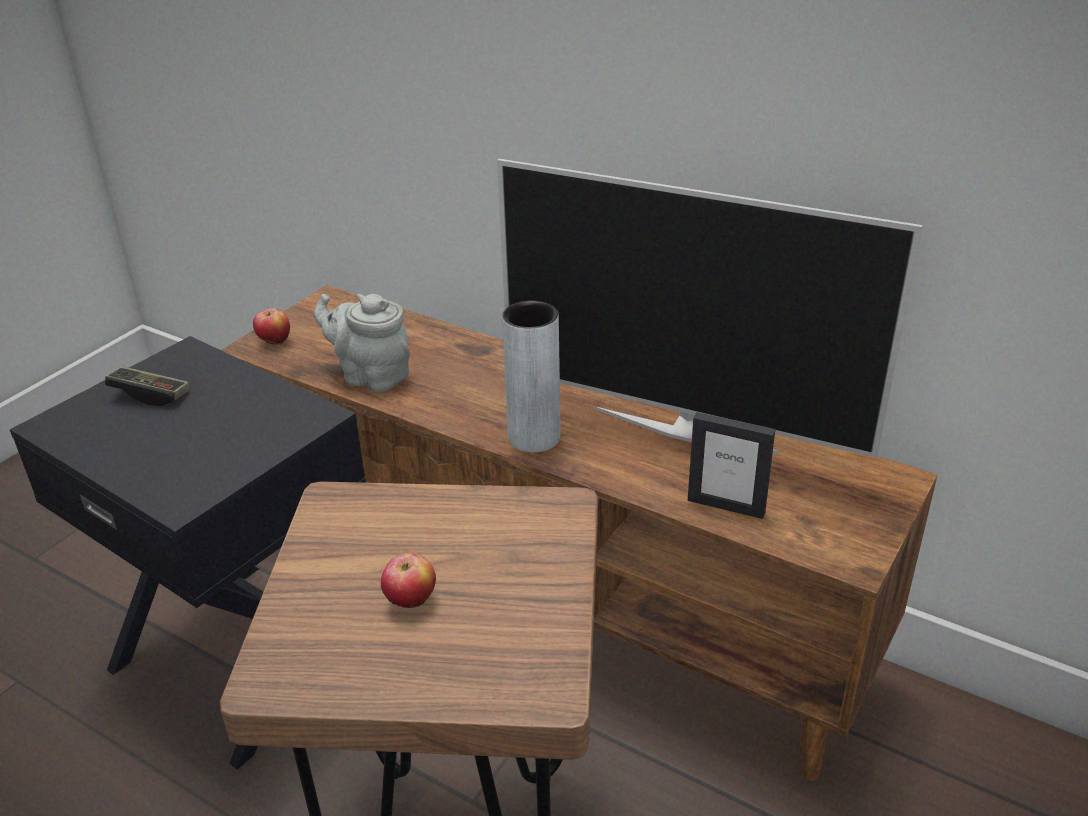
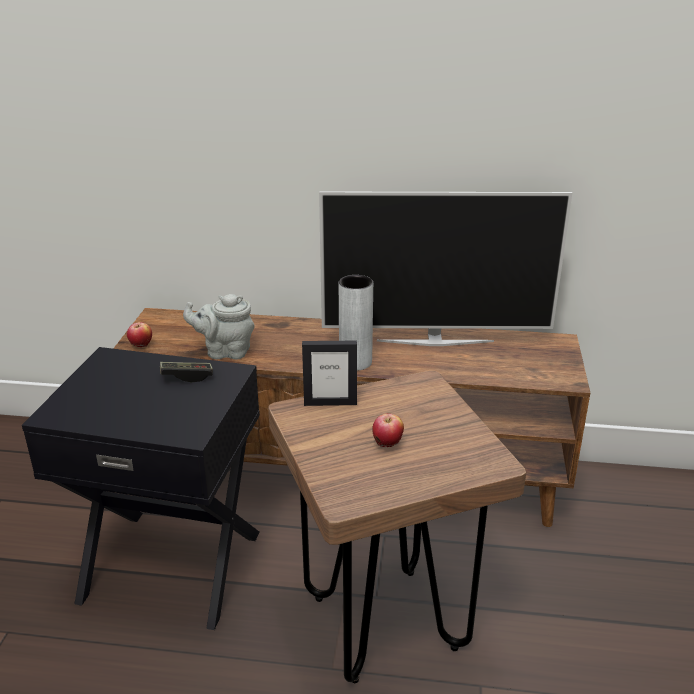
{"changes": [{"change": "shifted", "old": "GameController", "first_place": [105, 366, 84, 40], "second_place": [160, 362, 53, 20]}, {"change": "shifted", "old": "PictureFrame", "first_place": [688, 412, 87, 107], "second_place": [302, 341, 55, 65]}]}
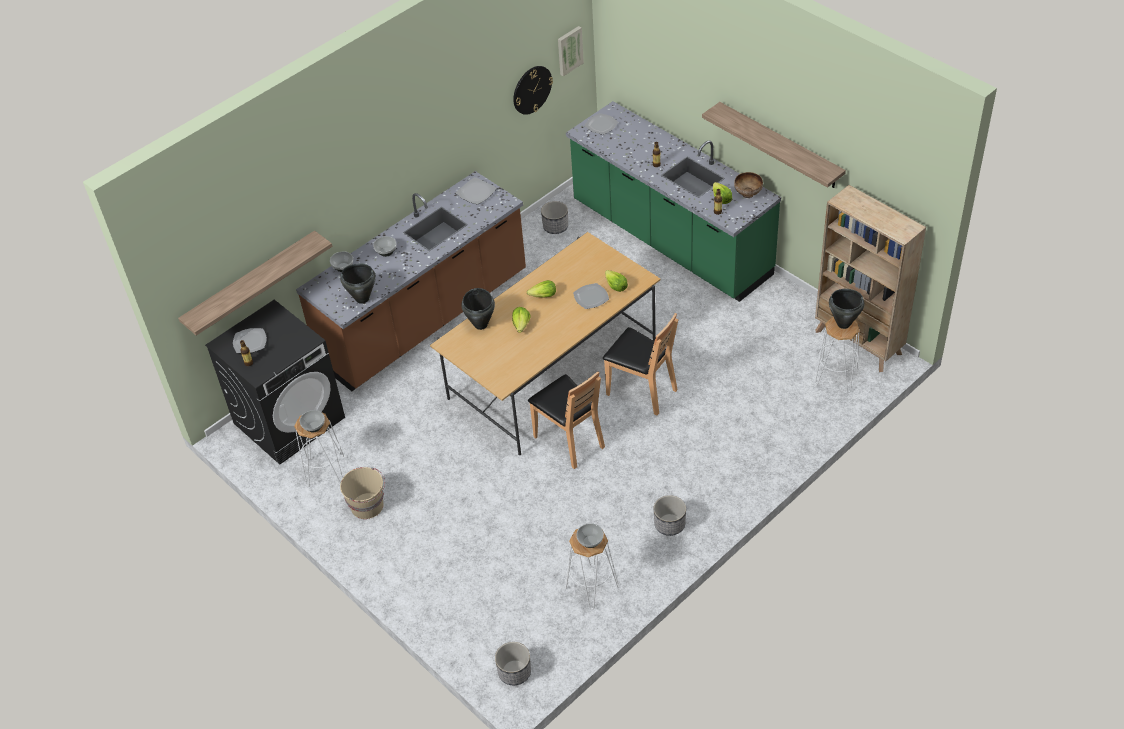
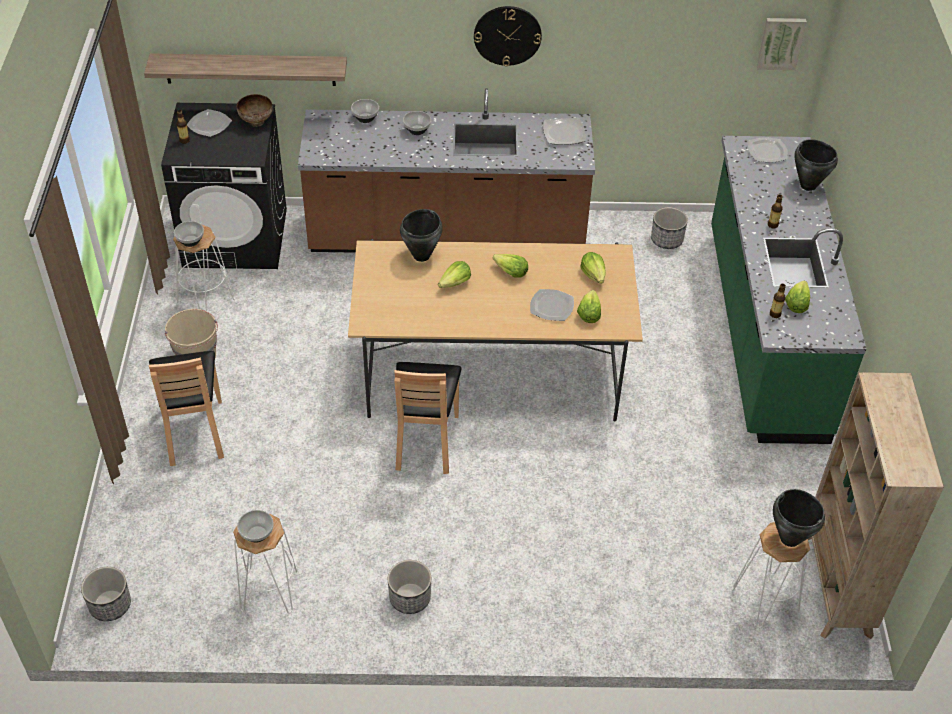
{"changes": [{"change": "gone", "old": "Shelf", "first_place": [702, 102, 144, 86]}, {"change": "new", "new": "Lettuce", "second_place": [580, 252, 26, 32]}, {"change": "shifted", "old": "BlackCookingPot", "first_place": [340, 264, 36, 40], "second_place": [794, 139, 44, 52]}, {"change": "shifted", "old": "WallClock", "first_place": [513, 66, 40, 49], "second_place": [474, 6, 68, 61]}, {"change": "shifted", "old": "BrownChair", "first_place": [603, 313, 75, 102], "second_place": [149, 351, 75, 115]}, {"change": "shifted", "old": "Bowl", "first_place": [734, 172, 29, 26], "second_place": [237, 94, 36, 33]}]}
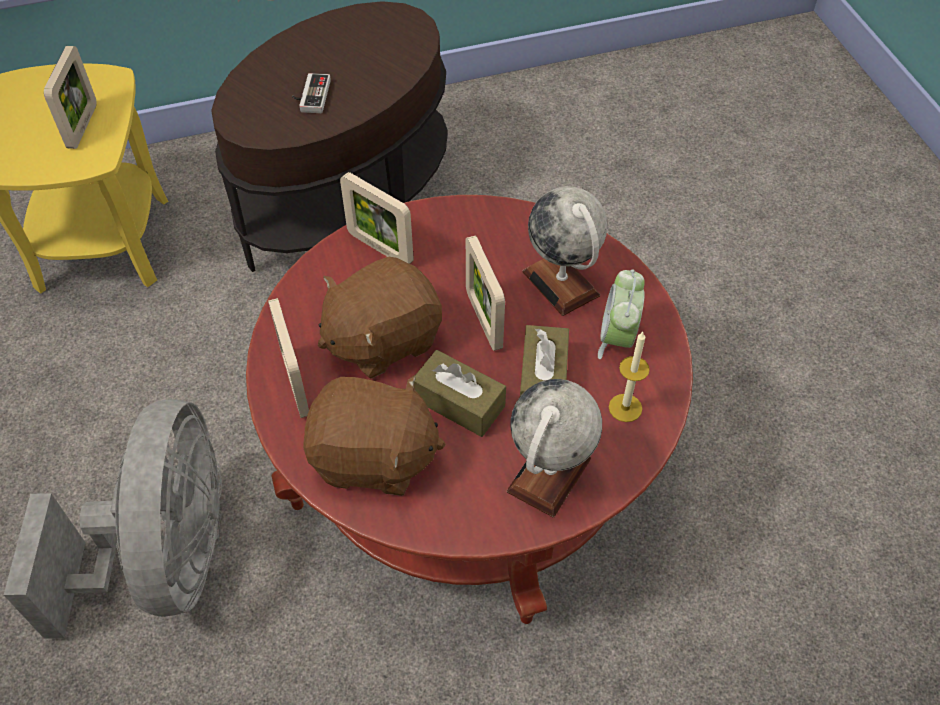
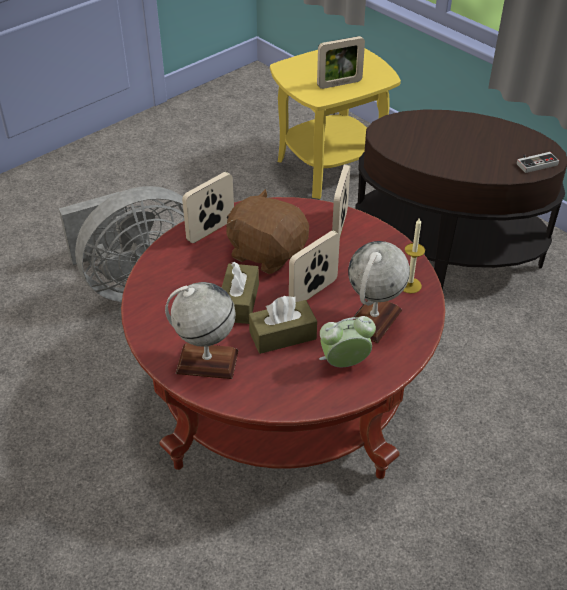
{"changes": [{"change": "gone", "old": "BrownPlushToy", "first_place": [303, 375, 143, 121]}, {"change": "shifted", "old": "GameController", "first_place": [292, 73, 39, 40], "second_place": [517, 152, 42, 21]}, {"change": "shifted", "old": "Candle", "first_place": [609, 332, 41, 90], "second_place": [403, 217, 22, 76]}]}
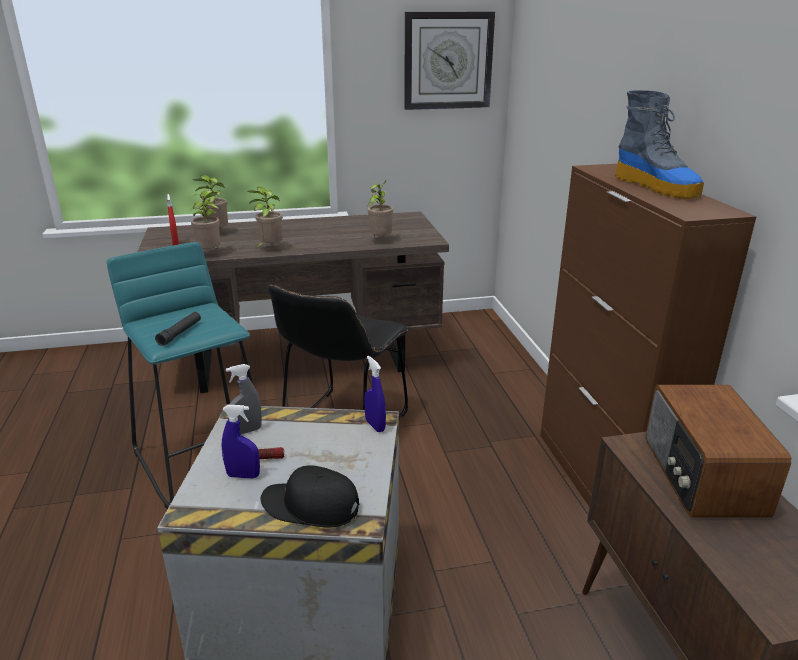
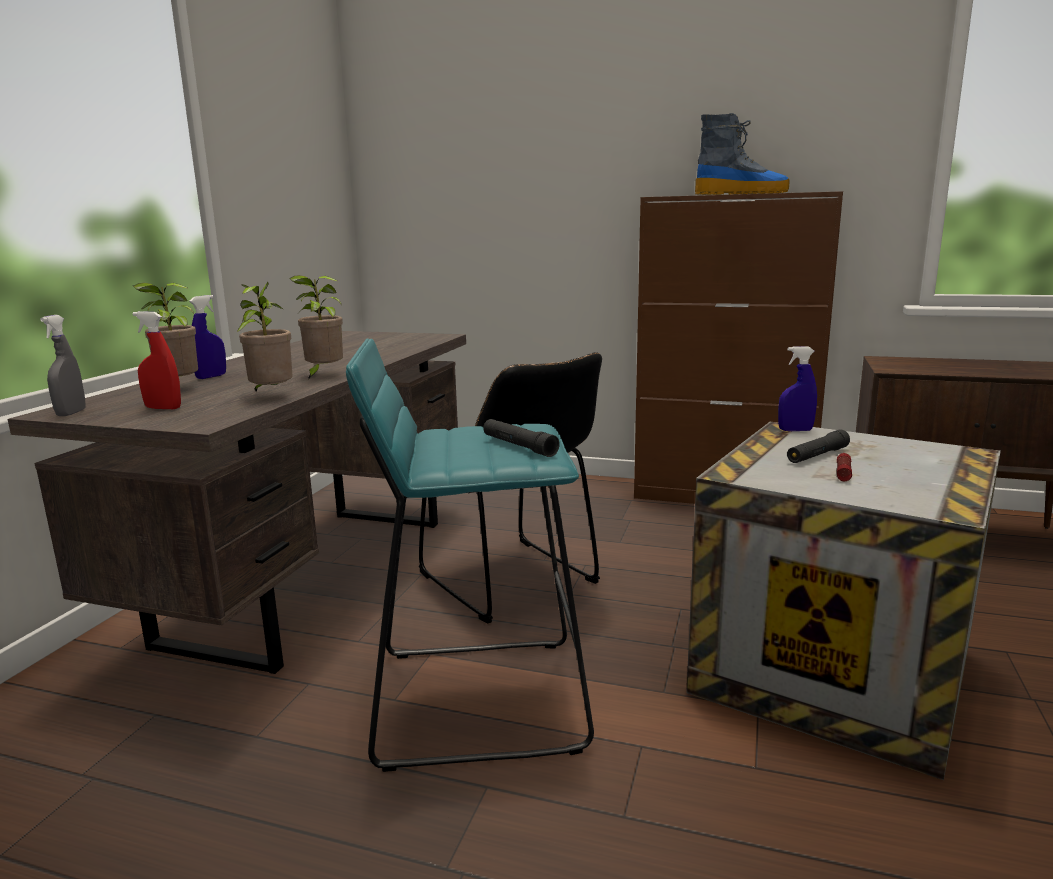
{"changes": [{"change": "gone", "old": "BlackCap", "first_place": [261, 465, 98, 63]}, {"change": "gone", "old": "PottedPlant", "first_place": [367, 181, 26, 55]}, {"change": "gone", "old": "WallClock", "first_place": [404, 12, 91, 98]}, {"change": "gone", "old": "Radio", "first_place": [646, 385, 145, 133]}, {"change": "new", "new": "BlackFlashlight", "second_place": [787, 430, 63, 33]}, {"change": "shifted", "old": "BlueSprayBottle", "first_place": [222, 405, 38, 74], "second_place": [189, 295, 37, 84]}, {"change": "shifted", "old": "GreySprayBottle", "first_place": [226, 364, 36, 70], "second_place": [40, 315, 46, 101]}]}
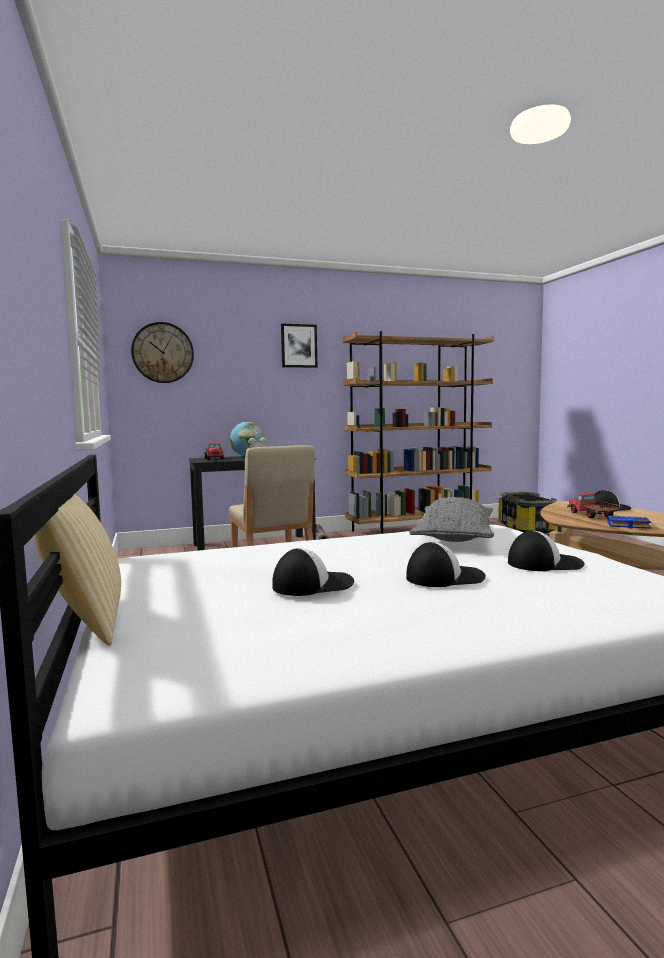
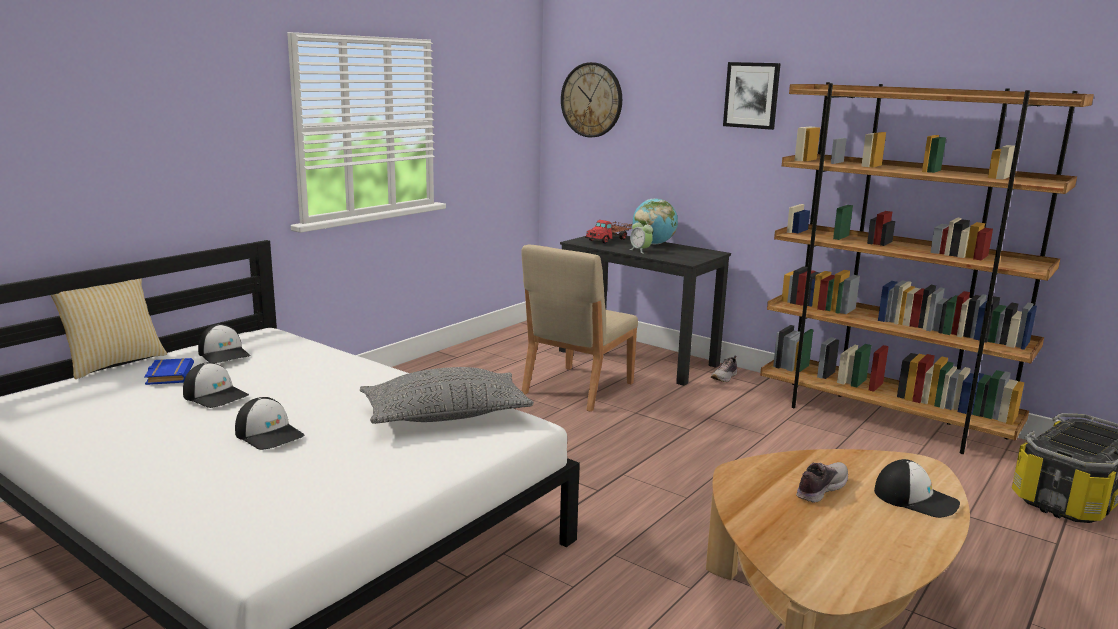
{"changes": [{"change": "shifted", "old": "Cap", "first_place": [508, 530, 77, 41], "second_place": [198, 324, 53, 39]}, {"change": "shifted", "old": "BlueBook", "first_place": [607, 516, 45, 13], "second_place": [144, 358, 50, 27]}, {"change": "swapped", "old": "ToyTruck", "new": "Shoe", "first_place": [567, 493, 52, 25], "second_place": [796, 462, 52, 41]}]}
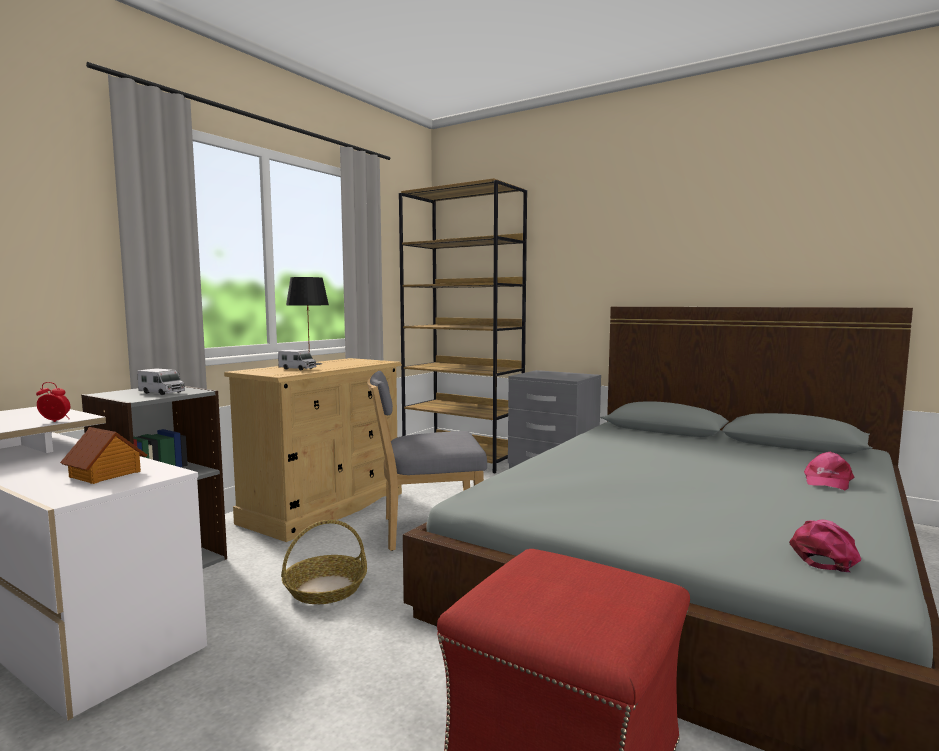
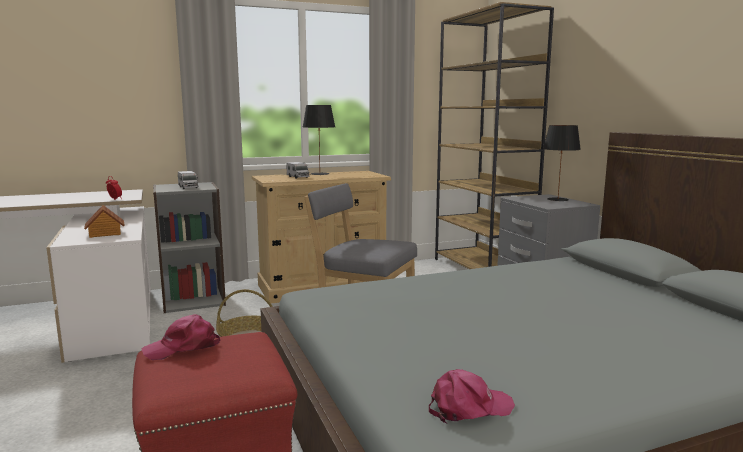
{"changes": [{"change": "new", "new": "BlackTableLamp", "second_place": [543, 125, 38, 76]}, {"change": "shifted", "old": "PinkCap", "first_place": [804, 452, 51, 38], "second_place": [141, 314, 79, 46]}]}
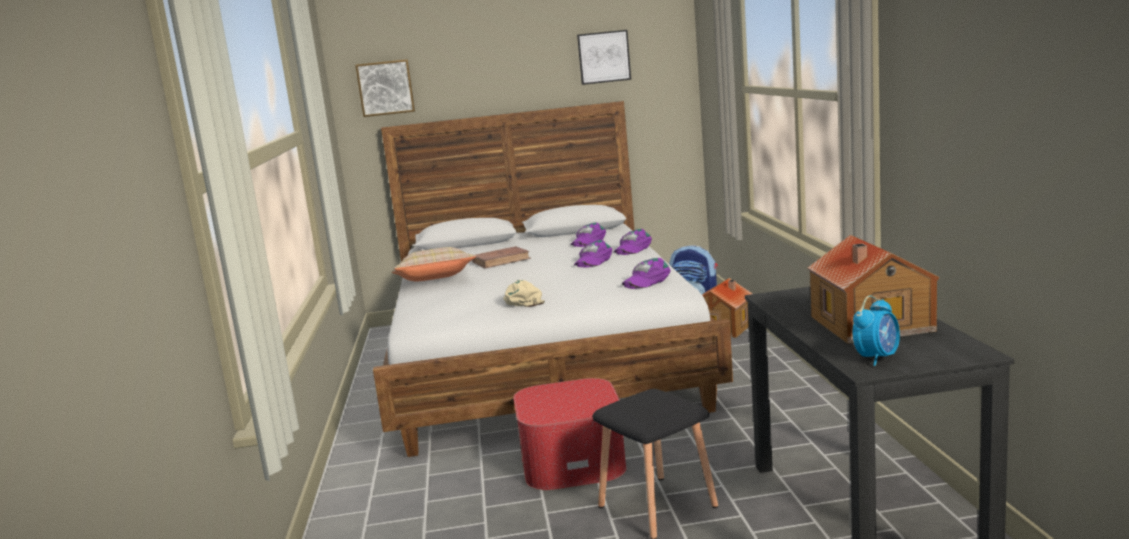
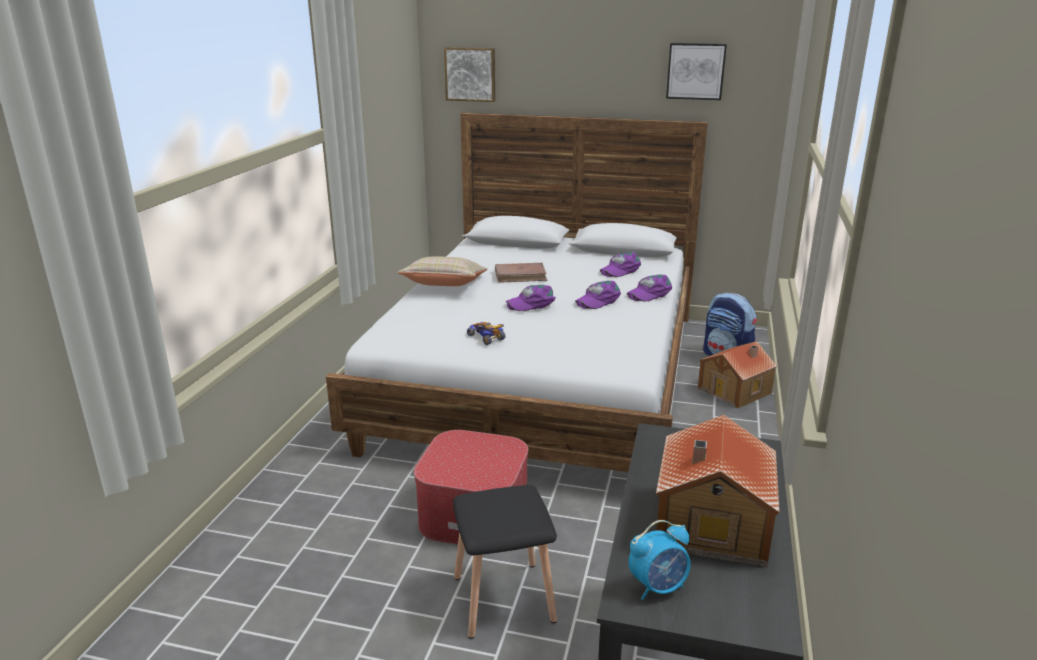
{"changes": [{"change": "shifted", "old": "PurpleCap", "first_place": [622, 258, 49, 31], "second_place": [506, 285, 50, 26]}, {"change": "swapped", "old": "BeigeCap", "new": "ToyCar", "first_place": [503, 280, 42, 27], "second_place": [467, 322, 38, 23]}]}
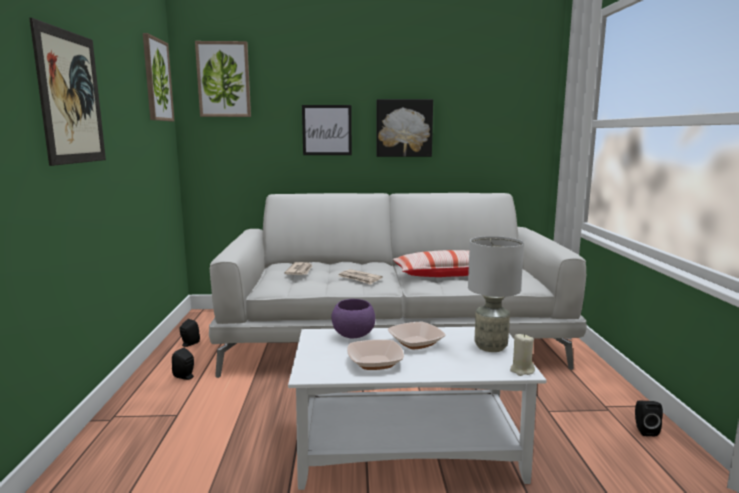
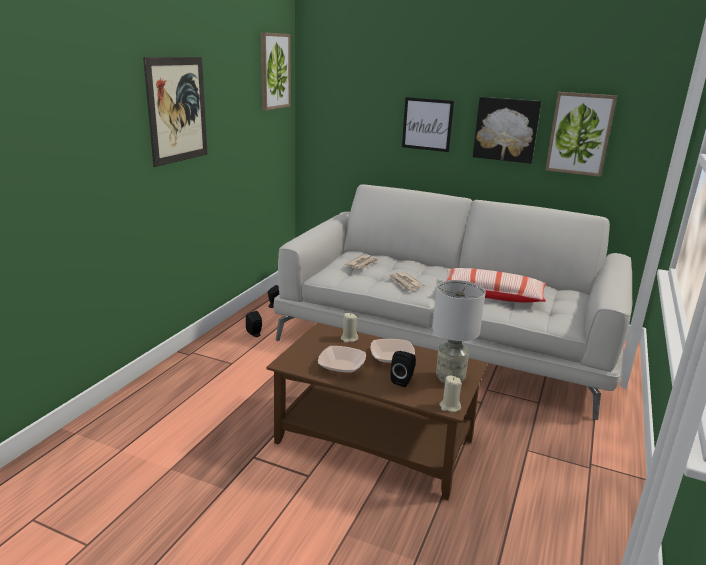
{"changes": [{"change": "shifted", "old": "Picture", "first_place": [195, 41, 56, 76], "second_place": [545, 92, 72, 85]}, {"change": "shifted", "old": "BlackSpeaker", "first_place": [635, 401, 28, 35], "second_place": [390, 351, 26, 36]}, {"change": "swapped", "old": "PurpleBowl", "new": "BeigeCandle", "first_place": [331, 299, 44, 39], "second_place": [341, 313, 17, 30]}, {"change": "repainted", "old": "WhiteCoffeeTable", "new": "BrownCoffeeTable", "first_place": [288, 327, 259, 163], "second_place": [267, 323, 221, 177]}]}
